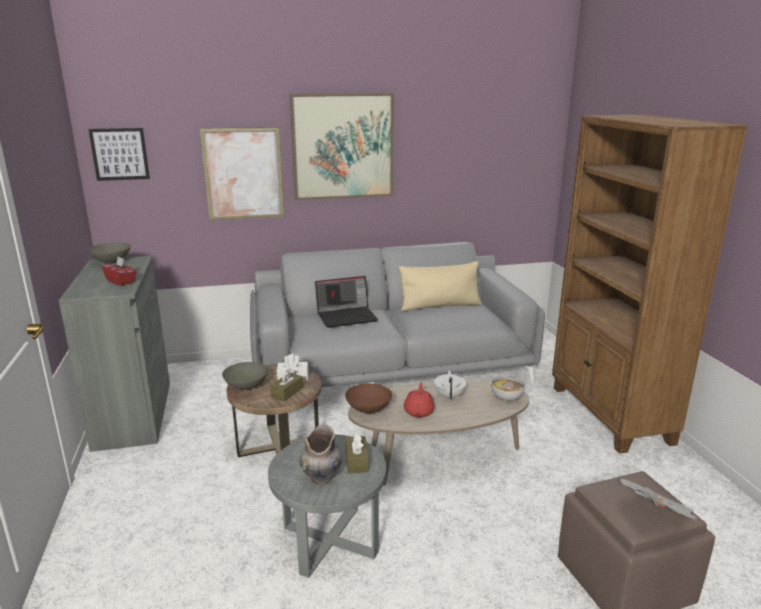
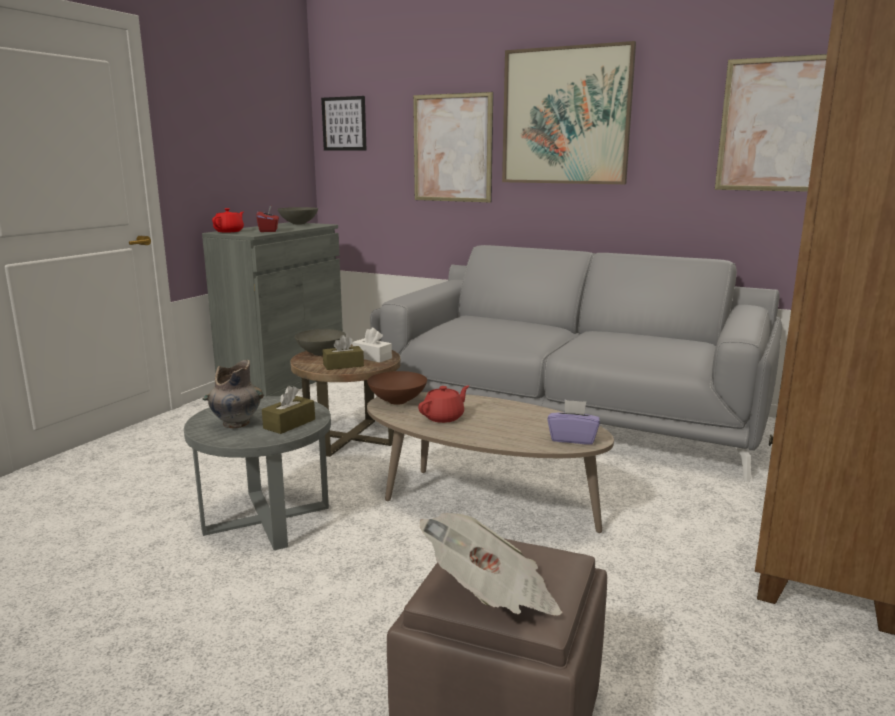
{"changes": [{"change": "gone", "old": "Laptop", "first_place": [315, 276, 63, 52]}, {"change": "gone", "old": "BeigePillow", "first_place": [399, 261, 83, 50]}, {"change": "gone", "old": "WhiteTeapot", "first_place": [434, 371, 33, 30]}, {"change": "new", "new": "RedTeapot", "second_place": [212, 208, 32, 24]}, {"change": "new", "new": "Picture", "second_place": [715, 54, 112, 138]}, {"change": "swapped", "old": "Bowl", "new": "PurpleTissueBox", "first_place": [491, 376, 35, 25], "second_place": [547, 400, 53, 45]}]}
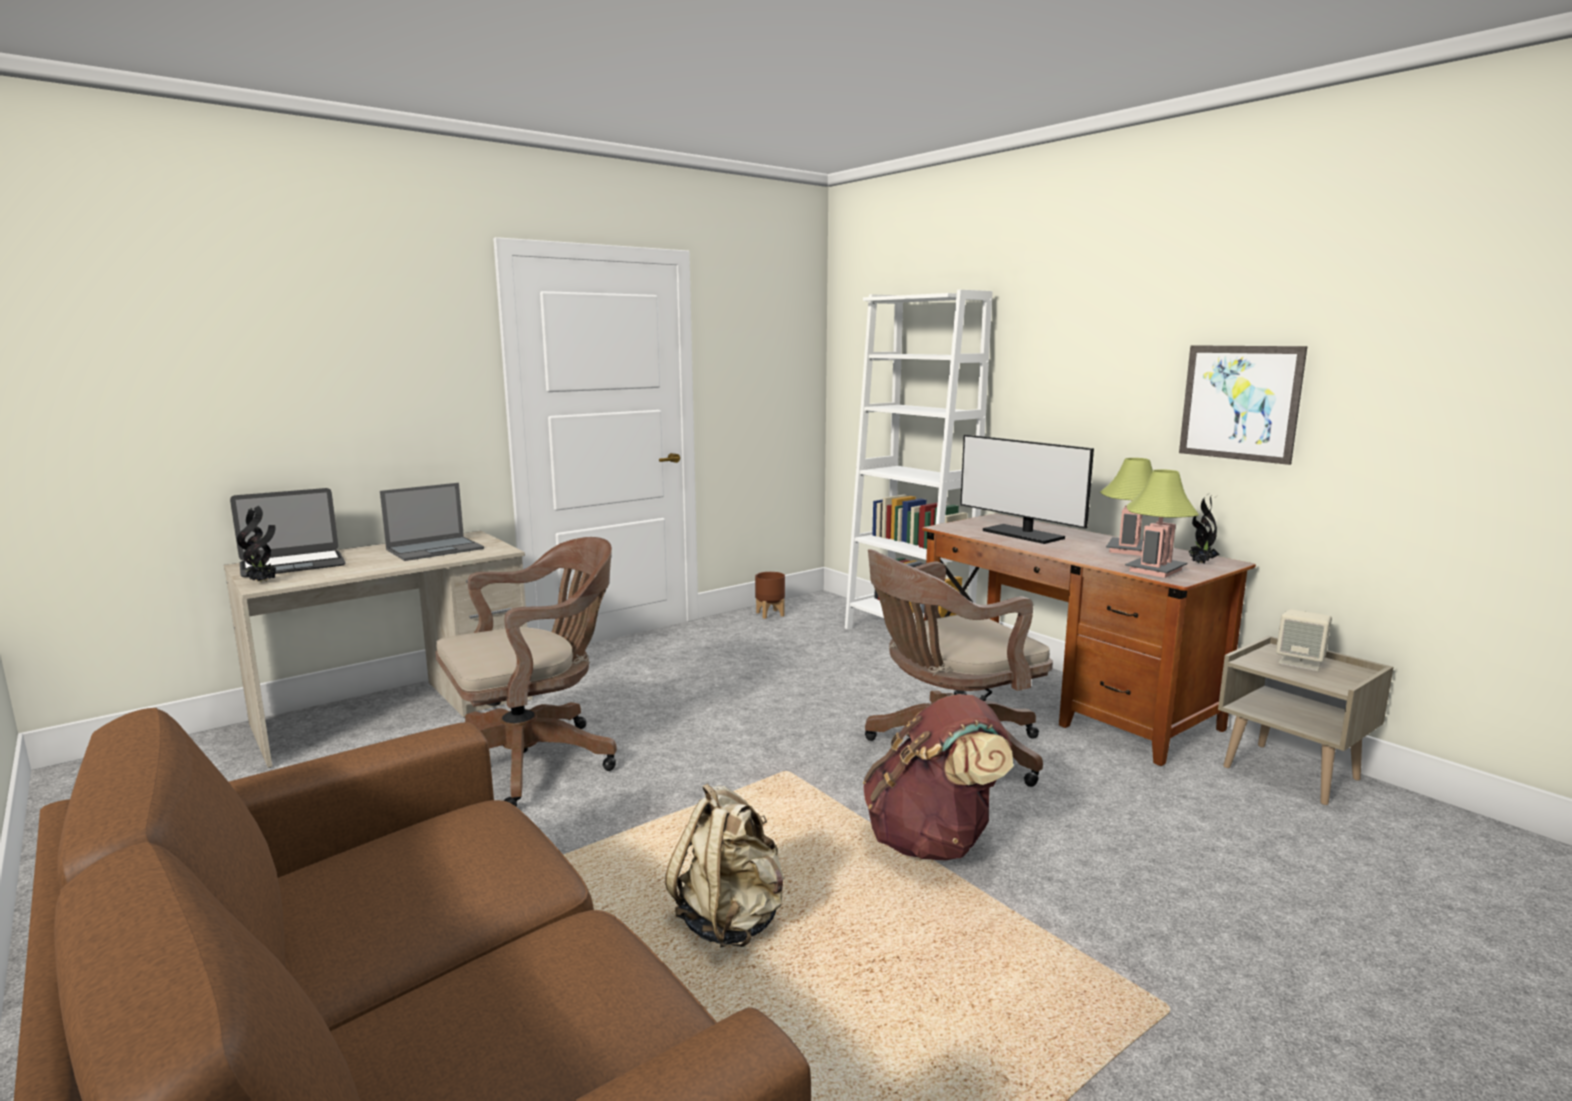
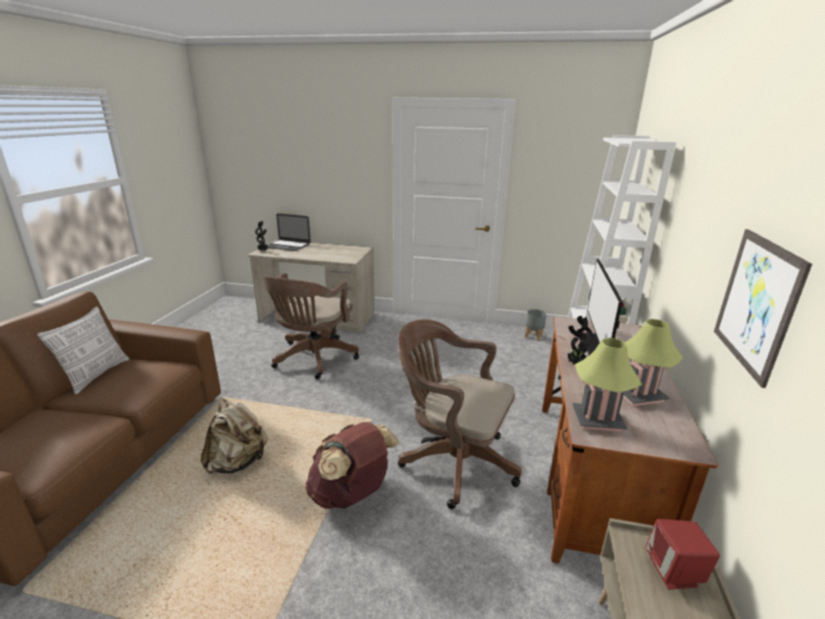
{"changes": [{"change": "gone", "old": "Laptop", "first_place": [380, 483, 104, 78]}, {"change": "new", "new": "Pillow", "second_place": [37, 307, 92, 87]}, {"change": "shifted", "old": "PottedPlant", "first_place": [1188, 493, 32, 71], "second_place": [568, 316, 25, 48]}, {"change": "repainted", "old": "BrownPlanter", "new": "GreyPlanter", "first_place": [755, 572, 30, 47], "second_place": [525, 309, 22, 31]}, {"change": "repainted", "old": "BeigeSpeaker", "new": "RedSpeaker", "first_place": [1276, 609, 56, 62], "second_place": [645, 519, 75, 70]}, {"change": "rotated", "old": "BrownOfficeChair", "first_place": [436, 537, 181, 270], "second_place": [263, 273, 96, 106], "degrees": 90}]}
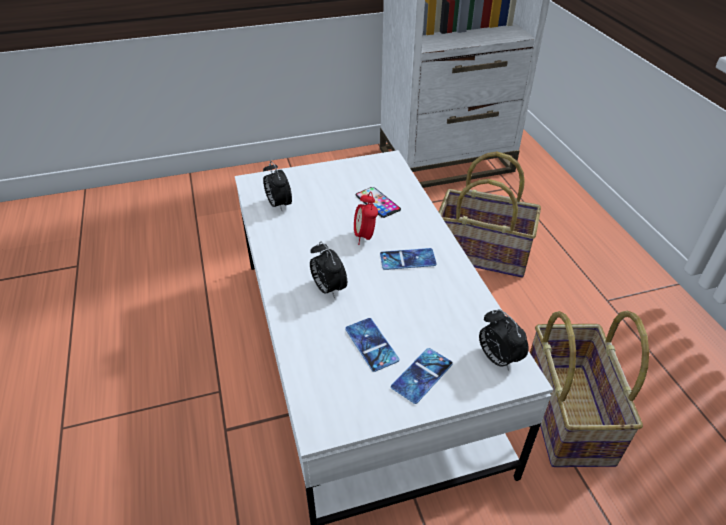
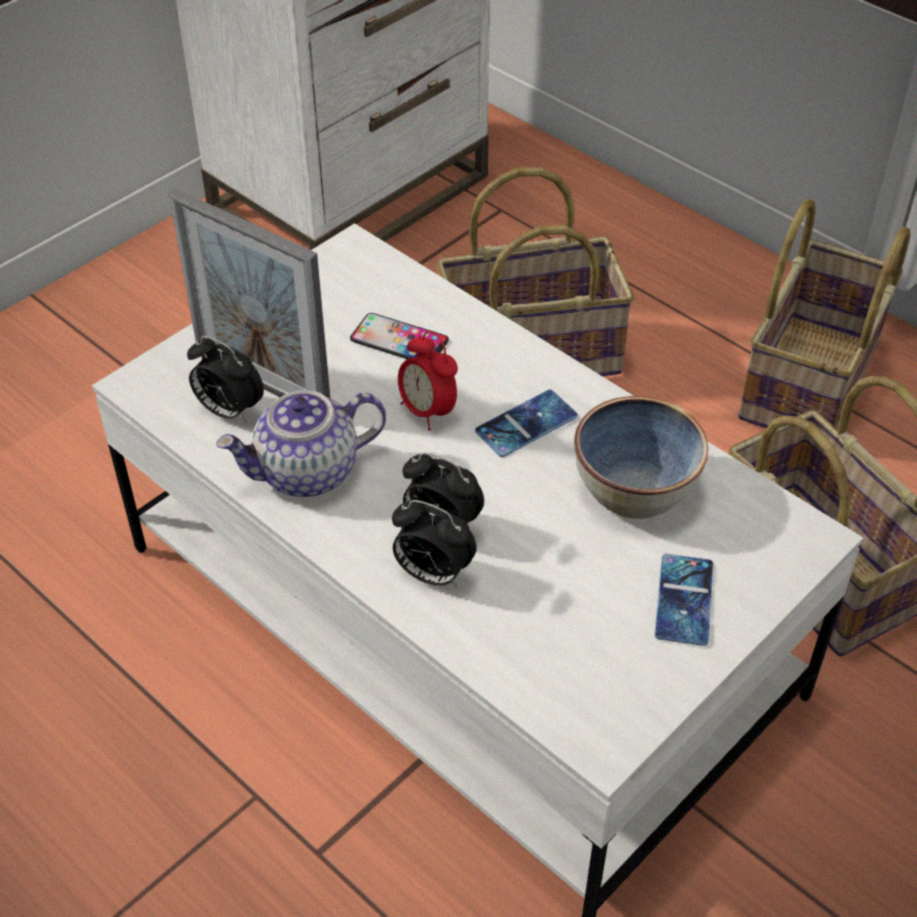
{"changes": [{"change": "gone", "old": "Phone", "first_place": [345, 318, 54, 54]}, {"change": "new", "new": "PictureFrame", "second_place": [169, 188, 161, 210]}, {"change": "new", "new": "Teapot", "second_place": [216, 391, 170, 106]}, {"change": "new", "new": "Bowl", "second_place": [574, 396, 135, 123]}, {"change": "new", "new": "Basket", "second_place": [738, 199, 172, 231]}, {"change": "shifted", "old": "AlarmClock", "first_place": [479, 309, 50, 62], "second_place": [392, 500, 85, 87]}]}
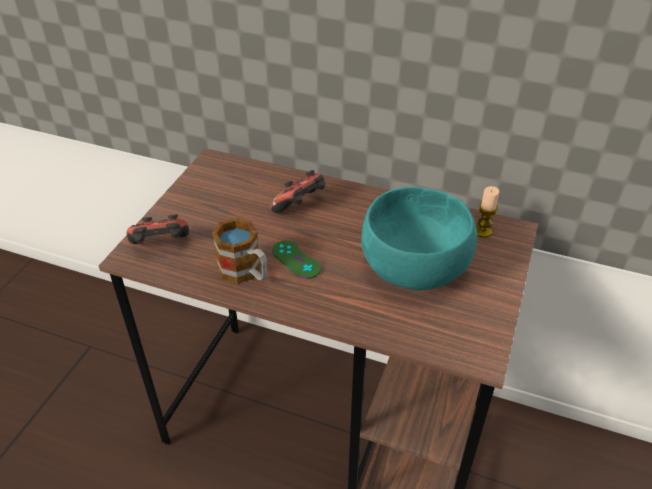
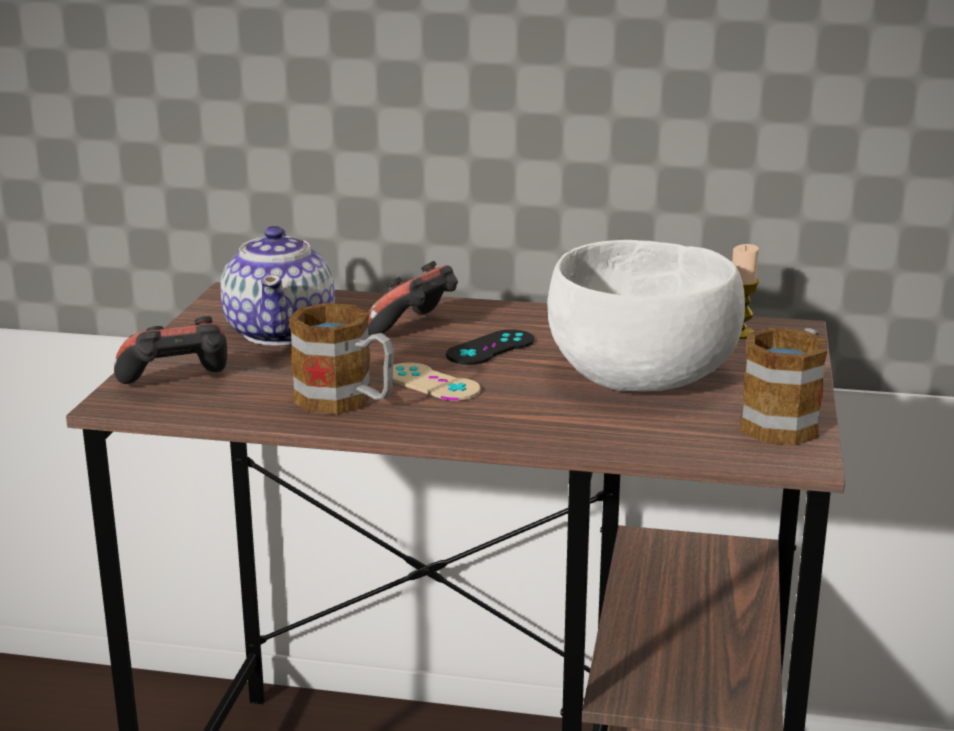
{"changes": [{"change": "new", "new": "Teapot", "second_place": [221, 226, 114, 120]}, {"change": "new", "new": "BlackGameController", "second_place": [446, 329, 88, 36]}, {"change": "new", "new": "Mug", "second_place": [740, 327, 88, 118]}, {"change": "repainted", "old": "GreenGameController", "new": "BeigeGameController", "first_place": [272, 240, 49, 39], "second_place": [393, 362, 88, 39]}, {"change": "repainted", "old": "TurquoiseBowl", "new": "WhiteBowl", "first_place": [361, 187, 116, 103], "second_place": [547, 240, 198, 152]}]}
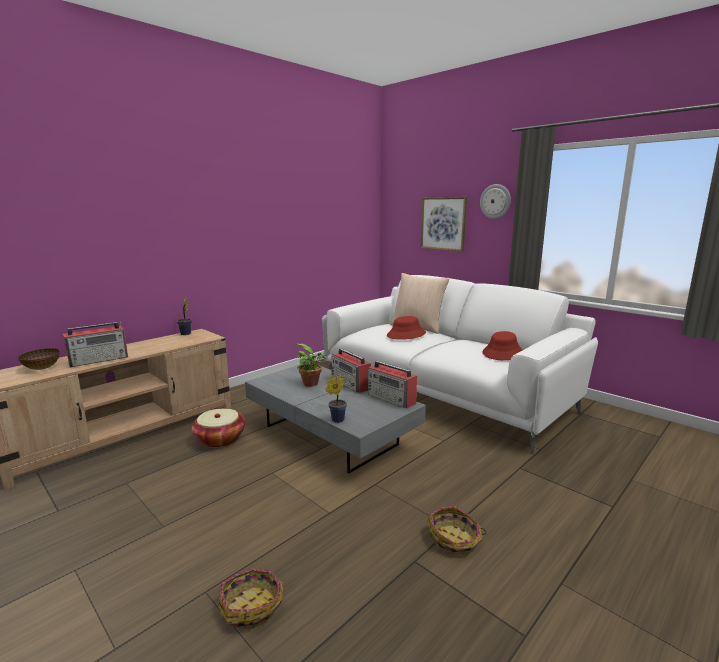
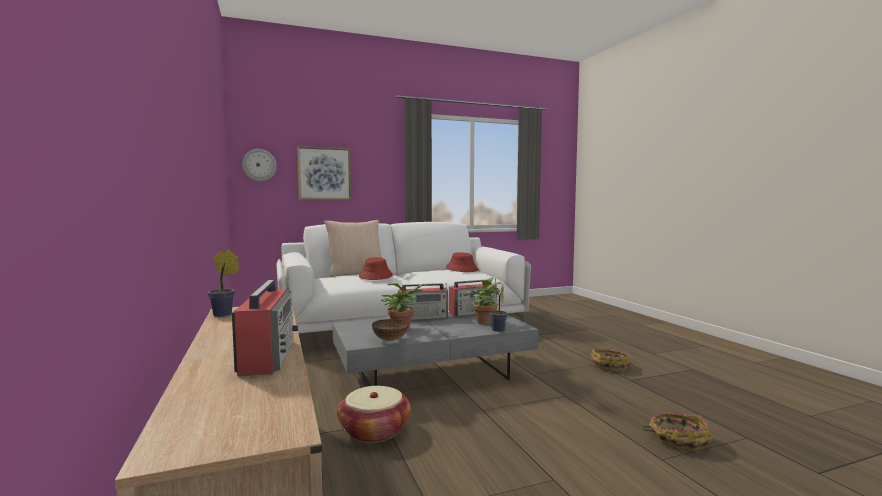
{"changes": [{"change": "new", "new": "PottedPlant", "second_place": [464, 278, 38, 47]}, {"change": "shifted", "old": "Bowl", "first_place": [18, 348, 42, 22], "second_place": [372, 319, 36, 22]}, {"change": "shifted", "old": "WallClock", "first_place": [480, 184, 31, 35], "second_place": [242, 149, 35, 32]}]}
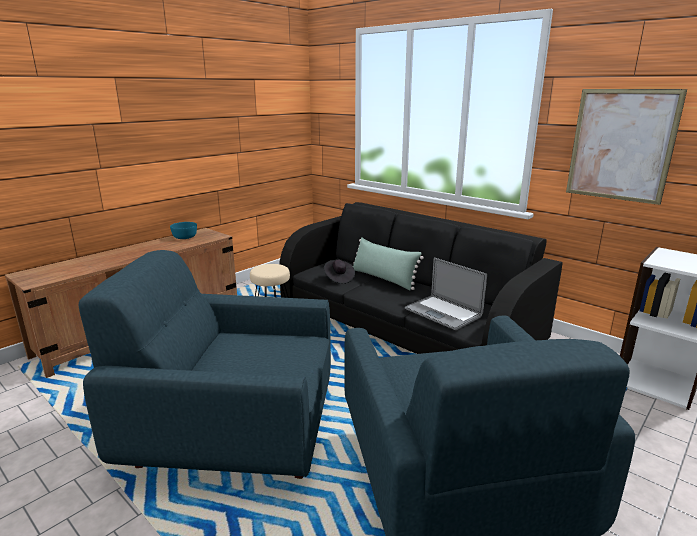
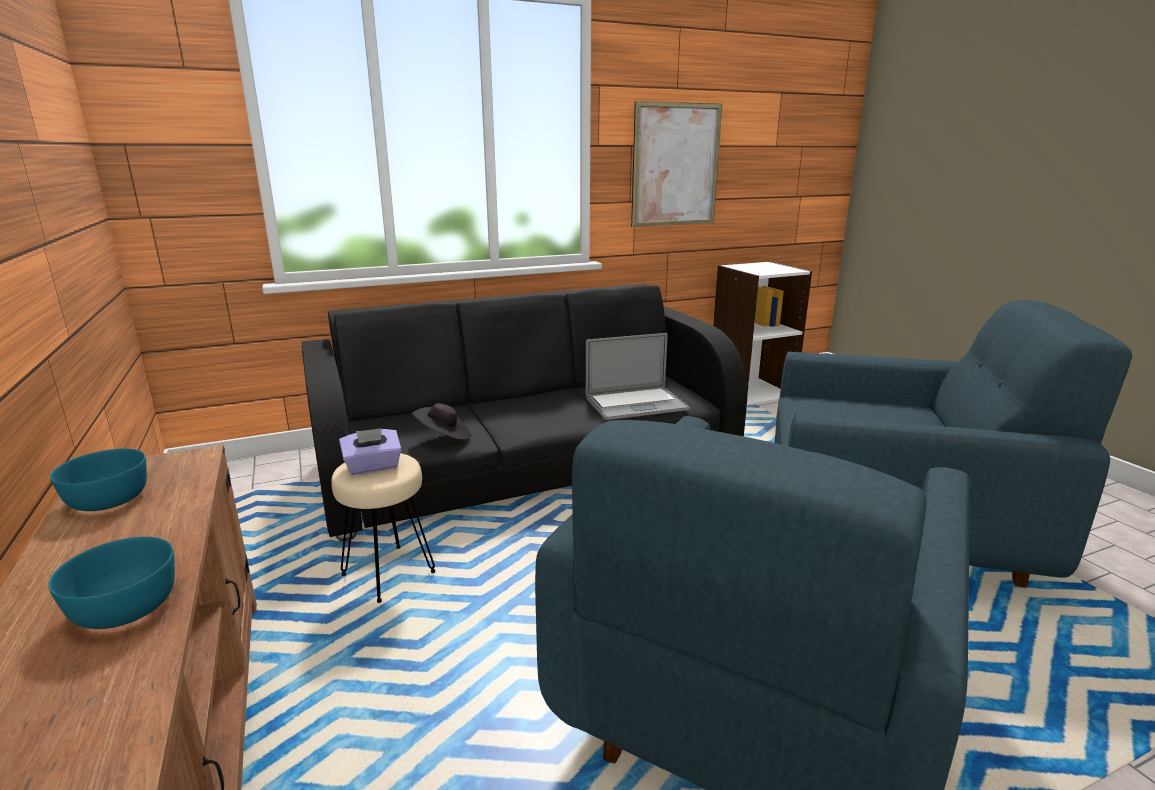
{"changes": [{"change": "gone", "old": "GreenPillow", "first_place": [353, 238, 71, 52]}, {"change": "new", "new": "TurquoiseBowl", "second_place": [48, 537, 127, 92]}, {"change": "new", "new": "PurpleTissueBox", "second_place": [339, 428, 63, 47]}]}
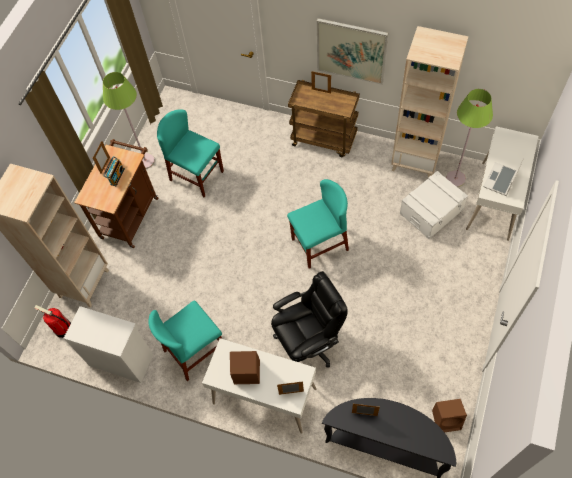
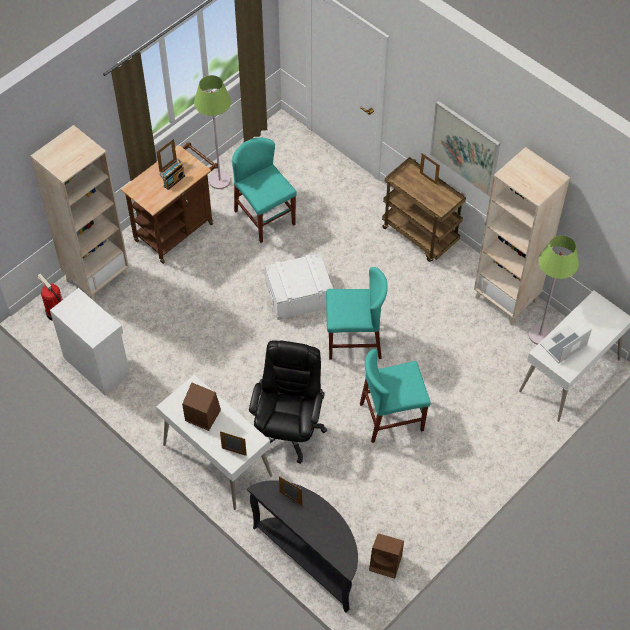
{"changes": [{"change": "shifted", "old": "TurquoiseChair", "first_place": [148, 300, 74, 81], "second_place": [360, 349, 71, 94]}, {"change": "shifted", "old": "WhiteStorageBox", "first_place": [400, 171, 68, 68], "second_place": [265, 253, 68, 67]}, {"change": "rotated", "old": "BlackOfficeChair", "first_place": [271, 271, 77, 97], "second_place": [249, 340, 78, 124], "degrees": -75}]}
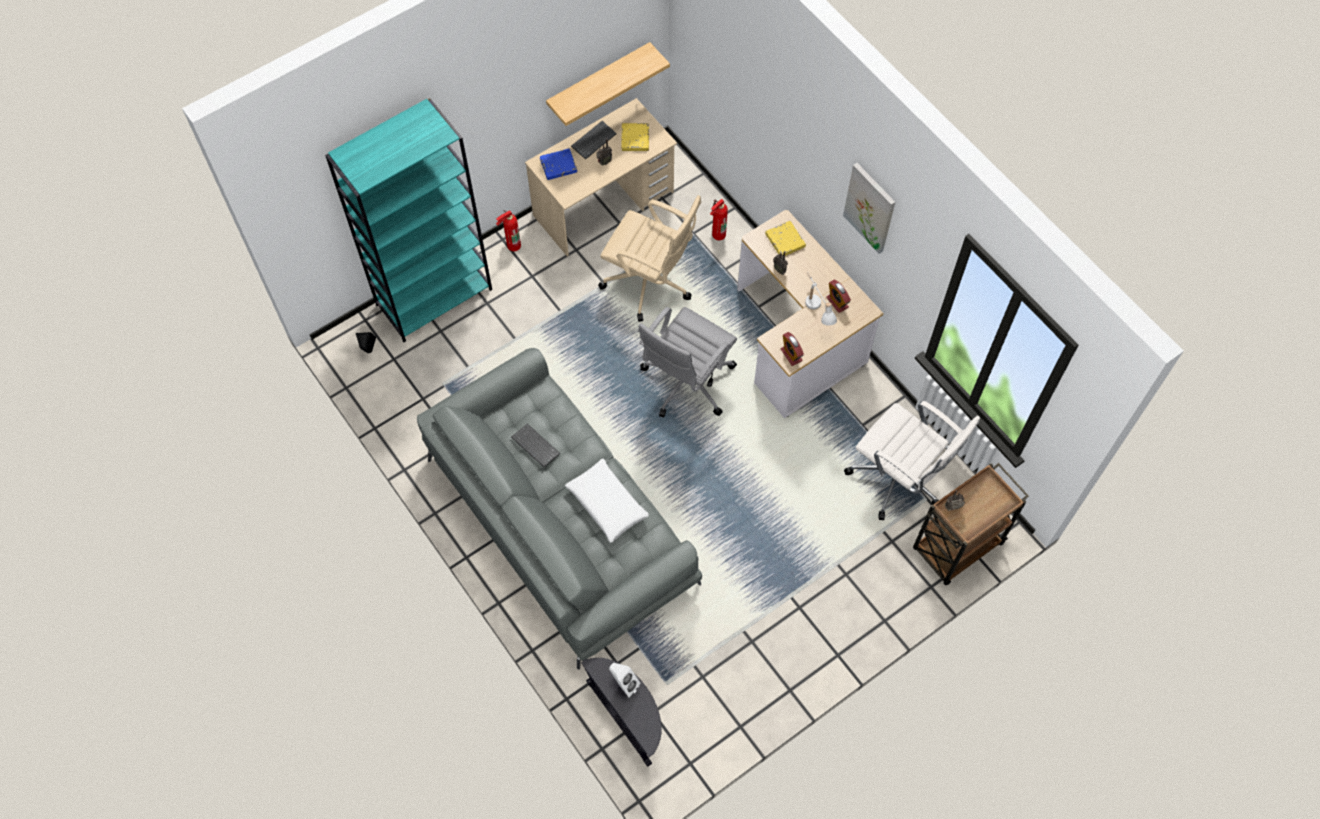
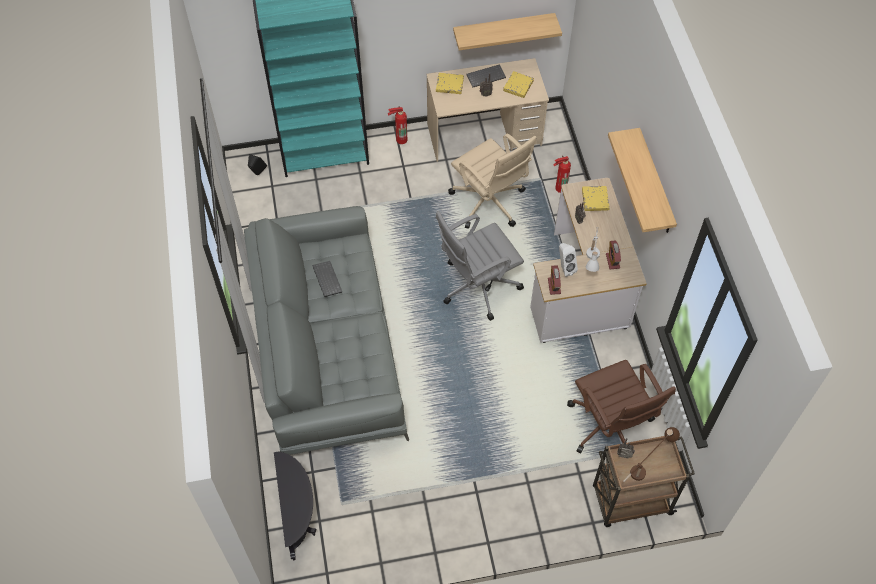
{"changes": [{"change": "gone", "old": "WhitePillow", "first_place": [565, 459, 84, 84]}, {"change": "new", "new": "BrownTableLamp", "second_place": [623, 427, 57, 55]}, {"change": "shifted", "old": "WhiteSpeaker", "first_place": [609, 663, 31, 35], "second_place": [559, 243, 19, 34]}, {"change": "swapped", "old": "Picture", "new": "Shelf", "first_place": [843, 163, 52, 91], "second_place": [608, 128, 69, 105]}, {"change": "repainted", "old": "BlueBook", "new": "YellowBook", "first_place": [540, 149, 37, 31], "second_place": [436, 73, 28, 21]}, {"change": "repainted", "old": "WhiteOfficeChair", "new": "BrownOfficeChair", "first_place": [844, 401, 136, 119], "second_place": [567, 360, 109, 94]}]}
